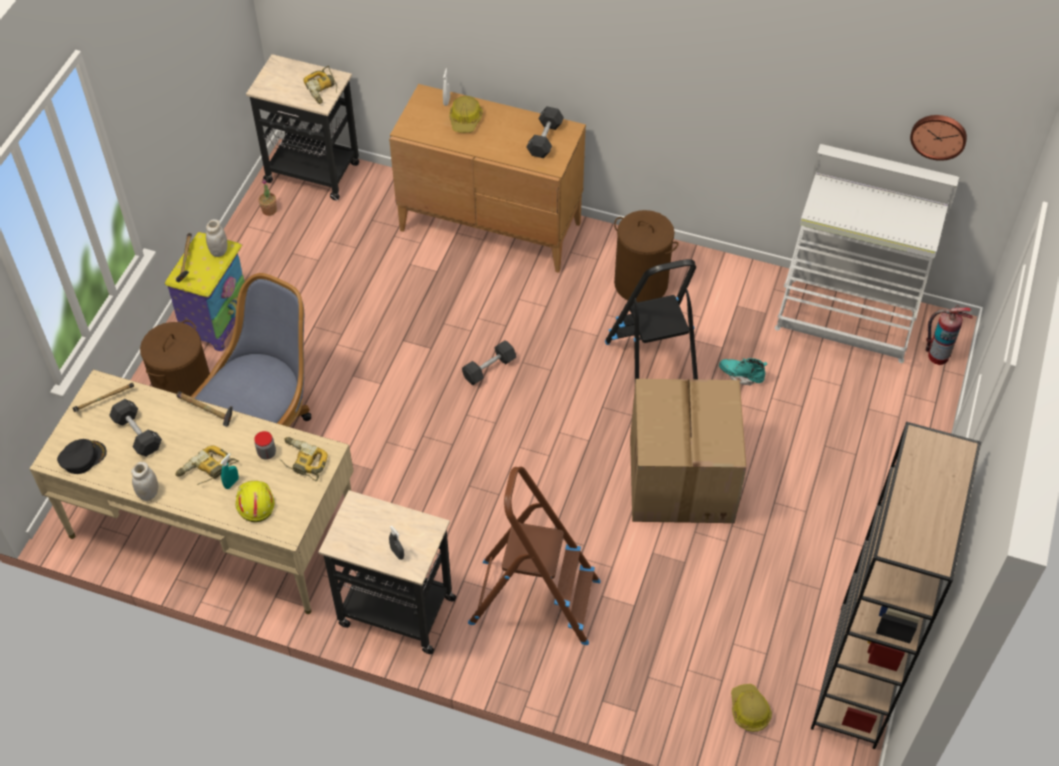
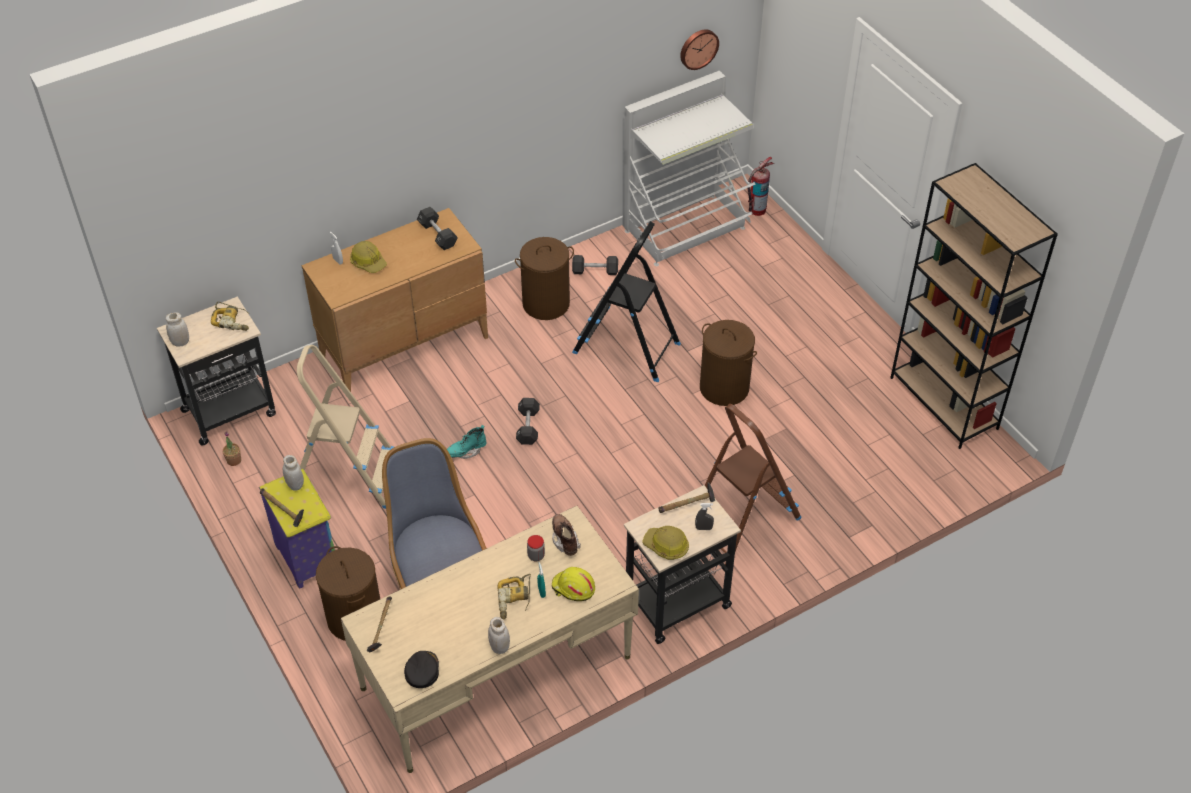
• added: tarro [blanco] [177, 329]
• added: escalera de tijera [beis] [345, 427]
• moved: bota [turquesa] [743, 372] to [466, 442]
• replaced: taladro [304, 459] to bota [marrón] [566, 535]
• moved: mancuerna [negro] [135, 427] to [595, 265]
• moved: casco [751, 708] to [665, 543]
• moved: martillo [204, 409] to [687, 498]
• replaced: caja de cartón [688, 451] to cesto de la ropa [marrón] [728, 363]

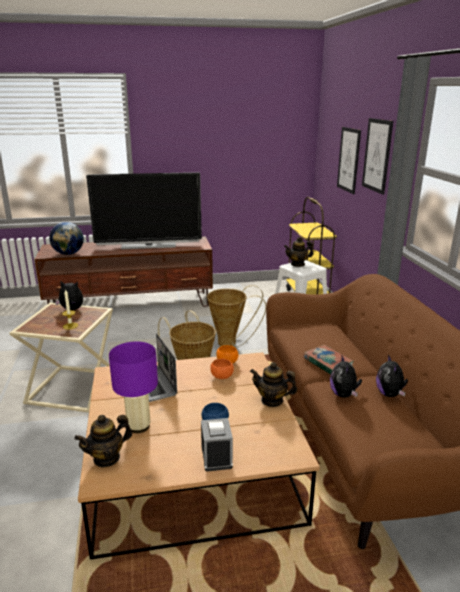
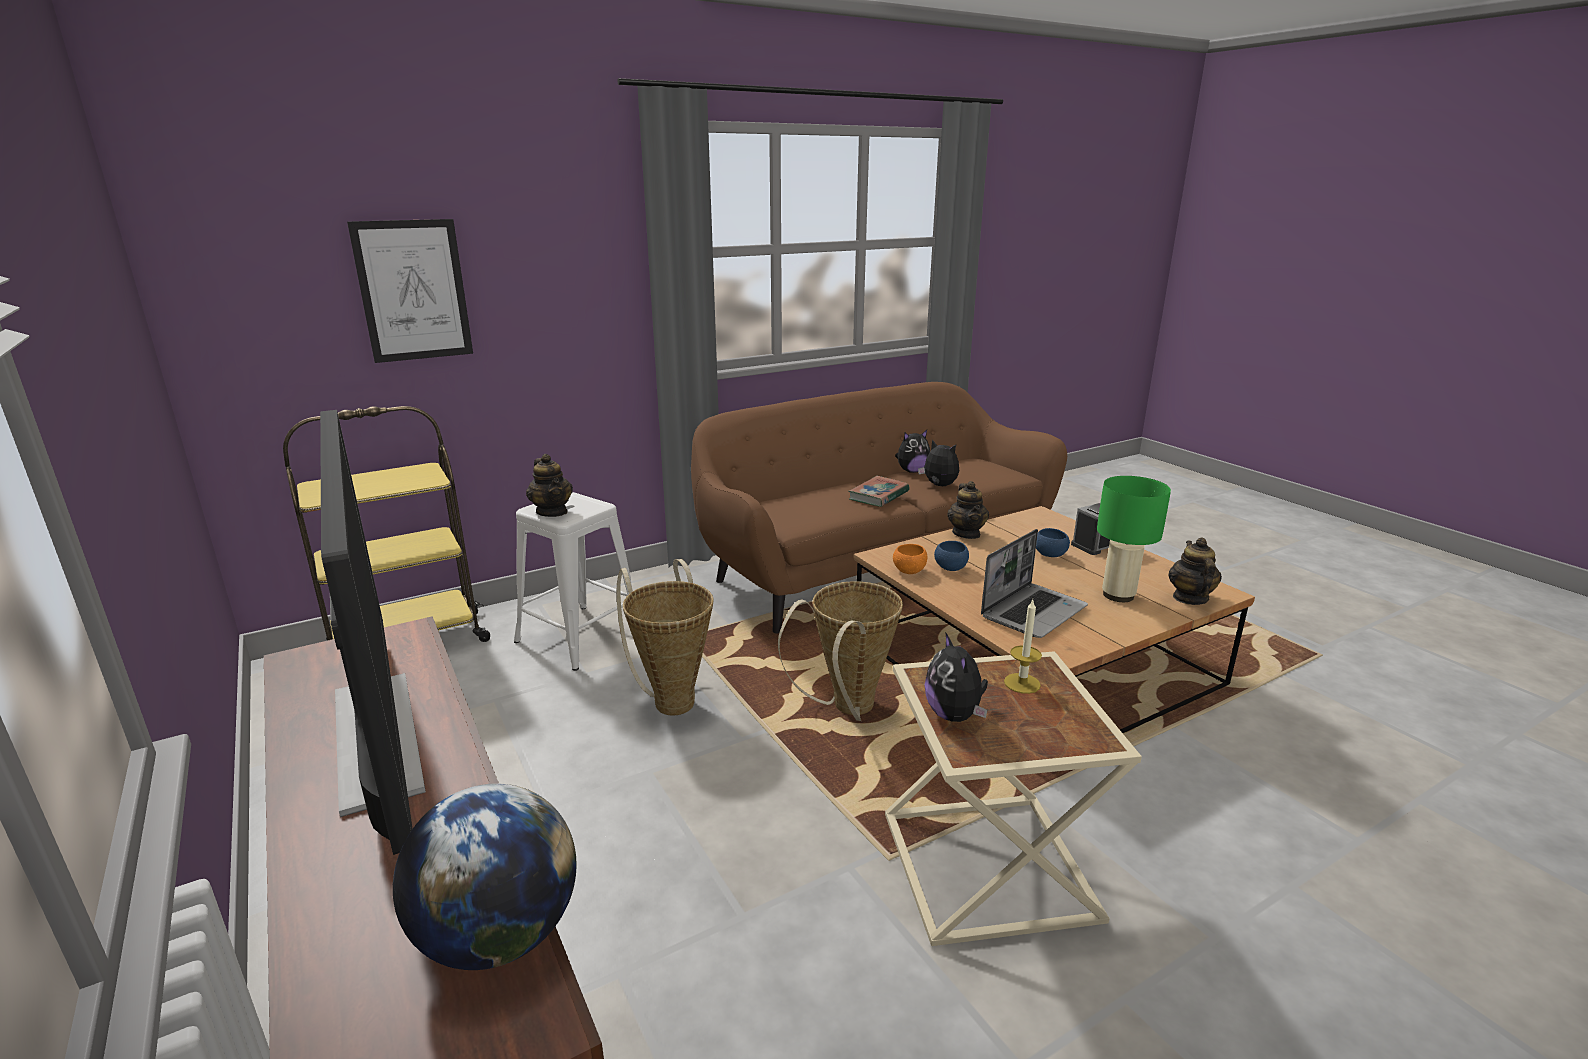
• turned: peluche [346, 376] = [938, 462] 120 degrees counterclockwise
• recoloured: cuenco [naranja] [222, 369] to cuenco [azul] [951, 556]
• recoloured: lámpara de mesa [morado] [133, 387] to lámpara de mesa [verde] [1134, 539]
• turned: tetera [103, 441] = [1195, 571] 120 degrees counterclockwise
• removed: cuadro [377, 156]

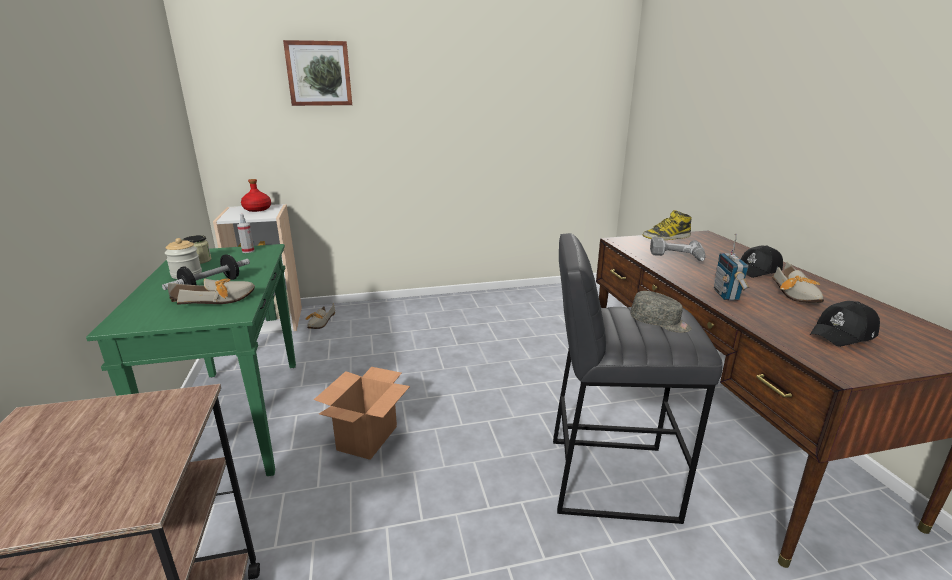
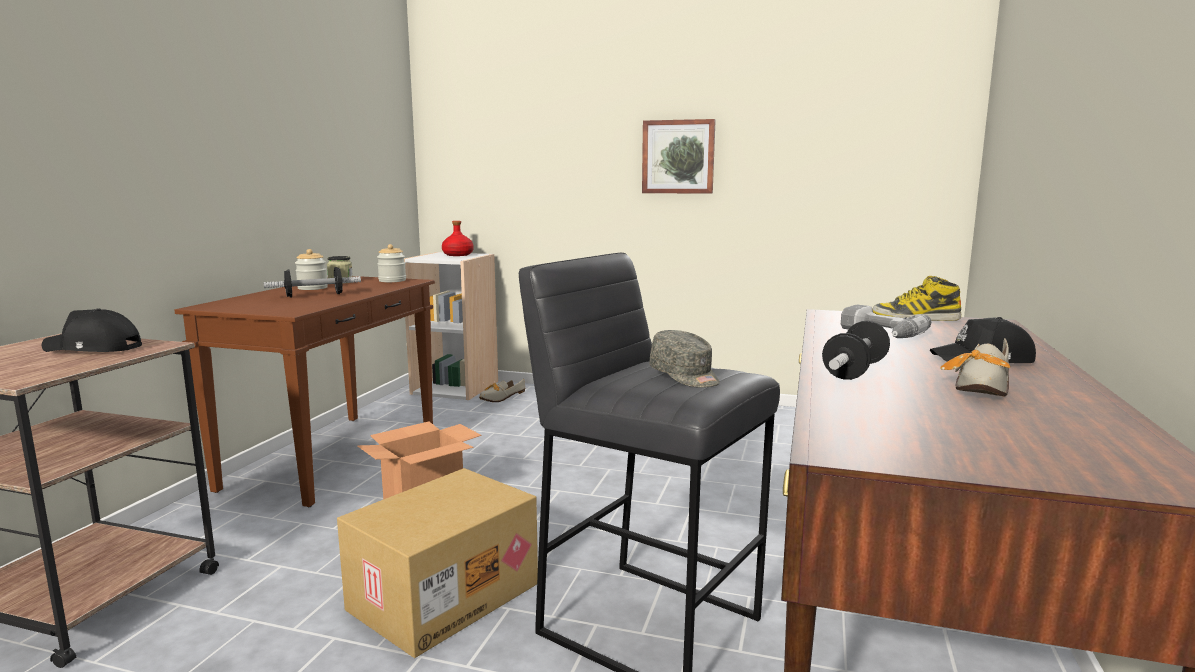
• moved: gorra [negro] [845, 324] to [92, 330]
• recoloured: mesa consola [verde] [191, 360] to mesa consola [marrón] [304, 391]
• added: caja de cartón [437, 563]
• replaced: pulverizador [246, 233] to tarro [391, 263]
• moved: cuadro [317, 73] to [679, 156]
• replaced: radio [731, 267] to mancuerna [856, 350]
• removed: zapato [211, 291]

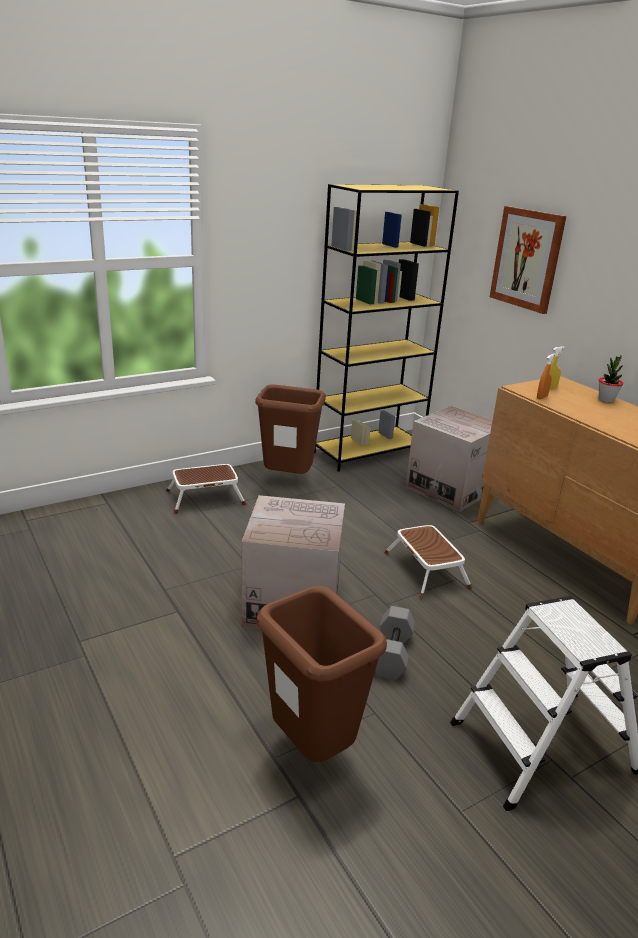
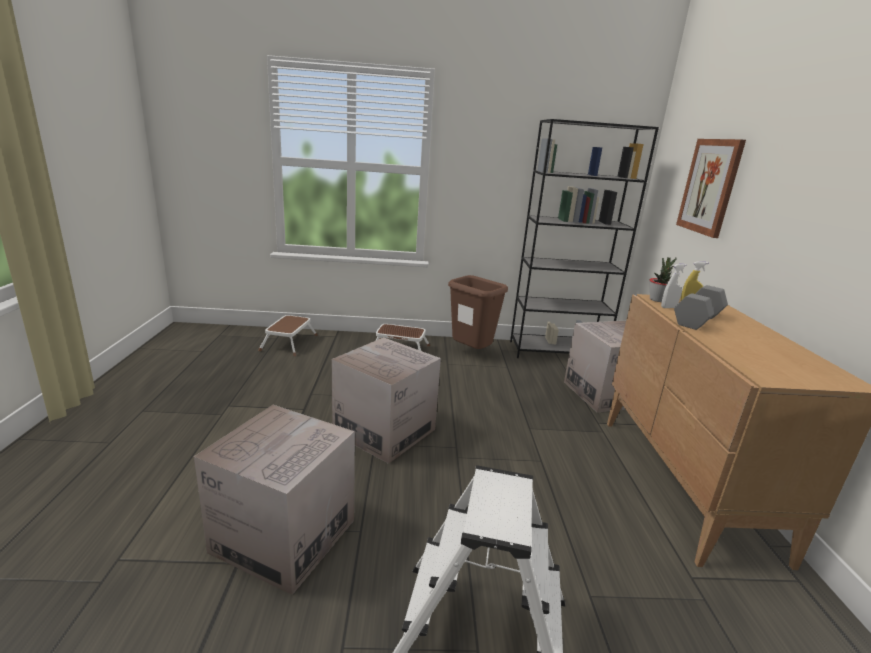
• replaced: papelera [marrón] [321, 674] to caja de cartón [274, 500]
• moved: escalera de tijera [marrón] [428, 562] to [288, 335]
• recoloured: estantería [amarillo] [386, 328] to estantería [gris] [584, 238]
• moved: planta en maceta [611, 379] to [663, 279]
• recoloured: pulverizador [naranja] [546, 376] to pulverizador [blanco] [674, 286]
• moved: mancuerna [gris] [395, 643] to [701, 307]

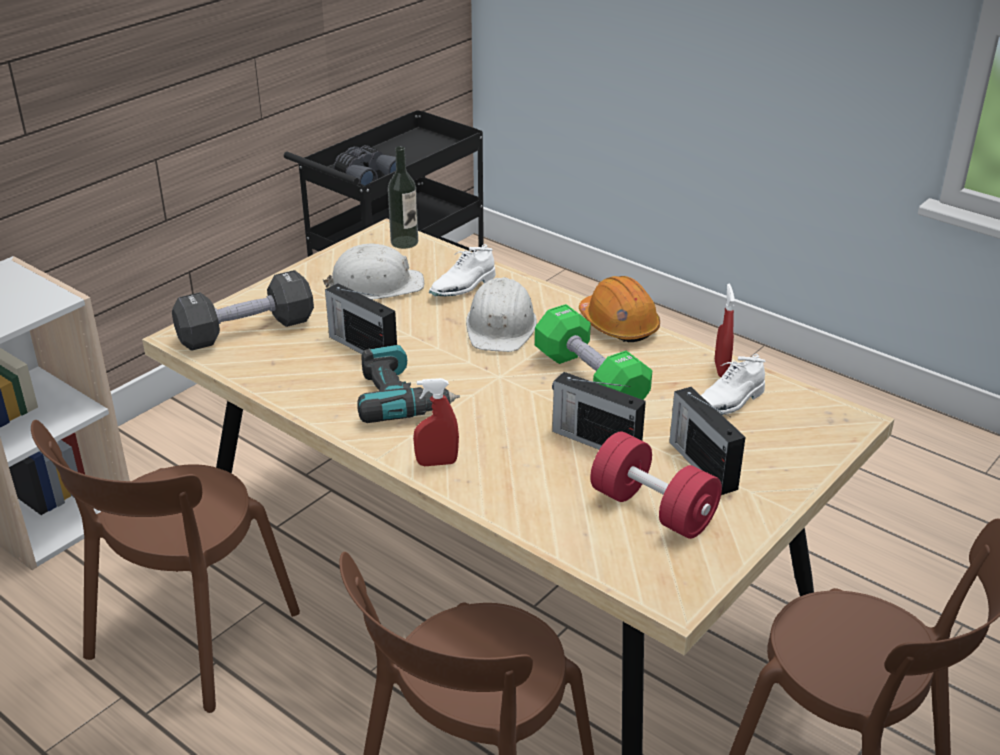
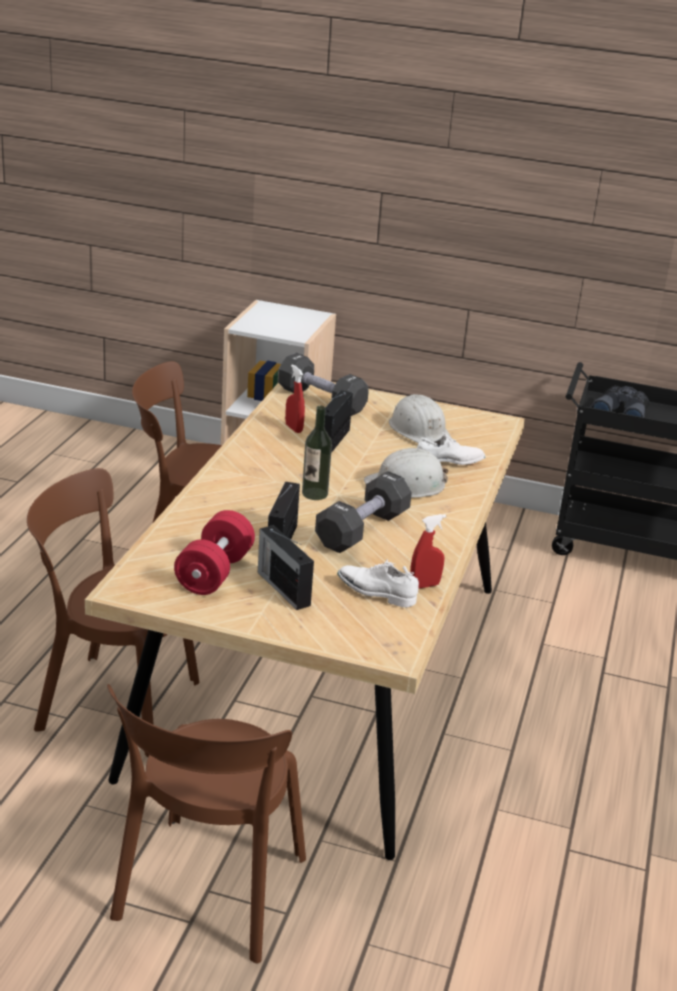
• turned: radio [707, 441] = [286, 567] 75 degrees counterclockwise
• moved: pulverizador [rojo] [436, 422] to [295, 398]
• moved: botella [403, 197] to [317, 453]
• recoloured: mancuerna [verde] [593, 352] to mancuerna [negro] [363, 512]
• turned: zapato [blanco] [462, 270] = [451, 448] 150 degrees clockwise
• removed: taladro [408, 384]
• removed: casco [naranja] [619, 309]

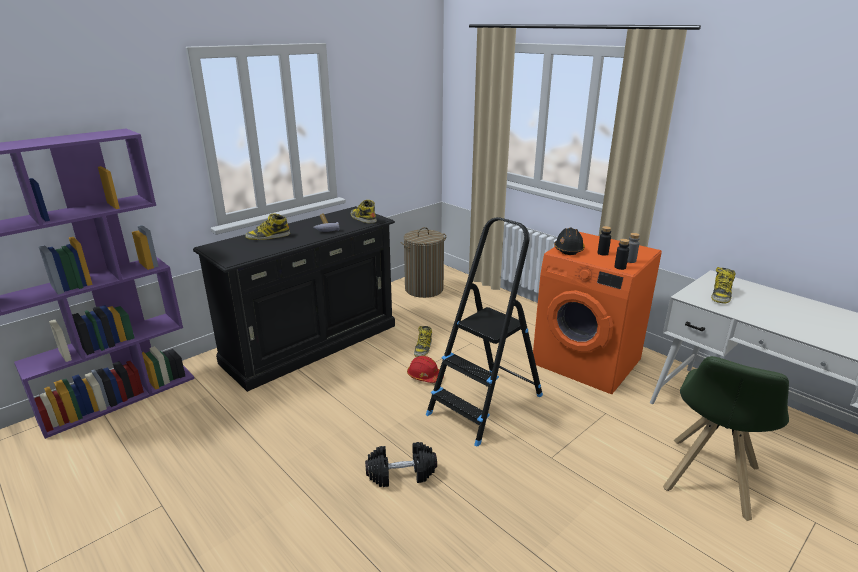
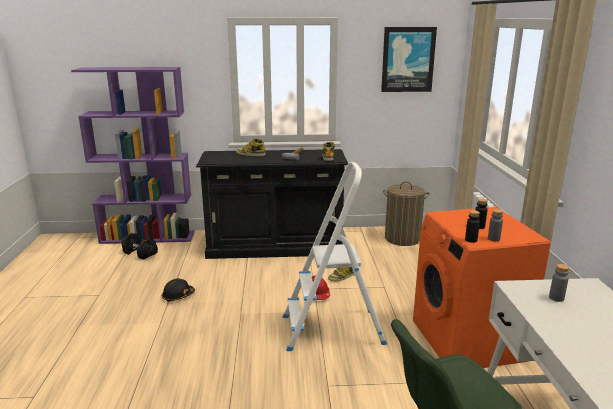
• moved: mancuerna [negro] [401, 464] to [139, 246]
• moved: casco [negro] [569, 241] to [178, 290]
• recoloured: escalera de tijera [negro] [484, 332] to escalera de tijera [blanco] [335, 256]
• added: cuadro [409, 59]
• replaced: bota [723, 285] to botella [gris] [559, 283]

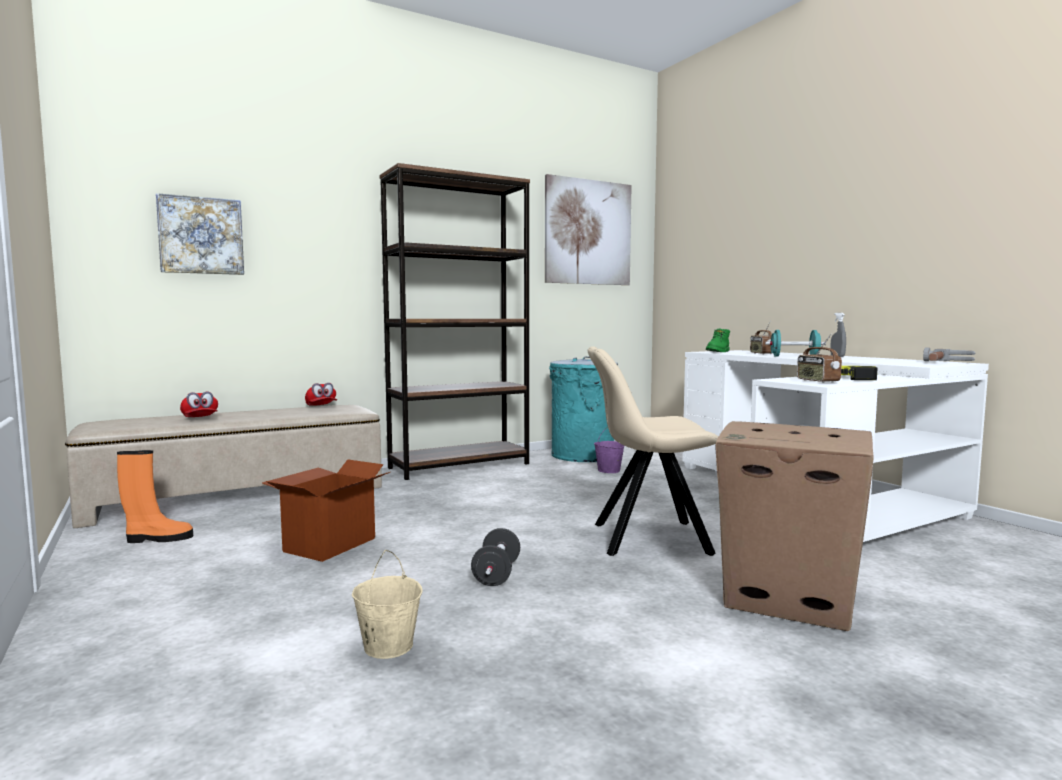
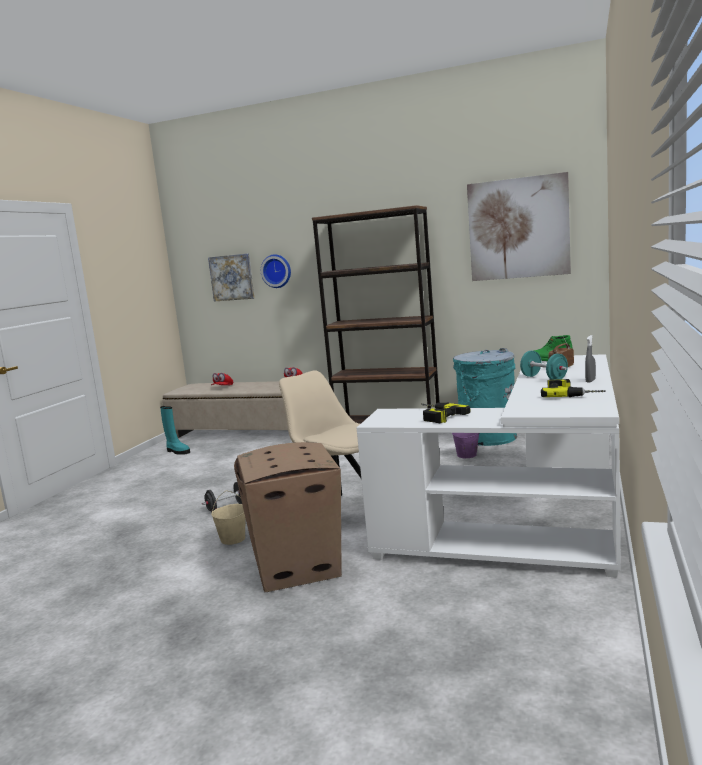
• recoloured: bota [naranja] [155, 496] to bota [turquesa] [175, 430]
• moved: cubo [beis] [387, 604] to [228, 518]
• added: reloj de pared [276, 271]
• added: taladro [573, 388]
• removed: caja de cartón [326, 510]
• removed: radio [819, 358]
• removed: martillo [949, 354]

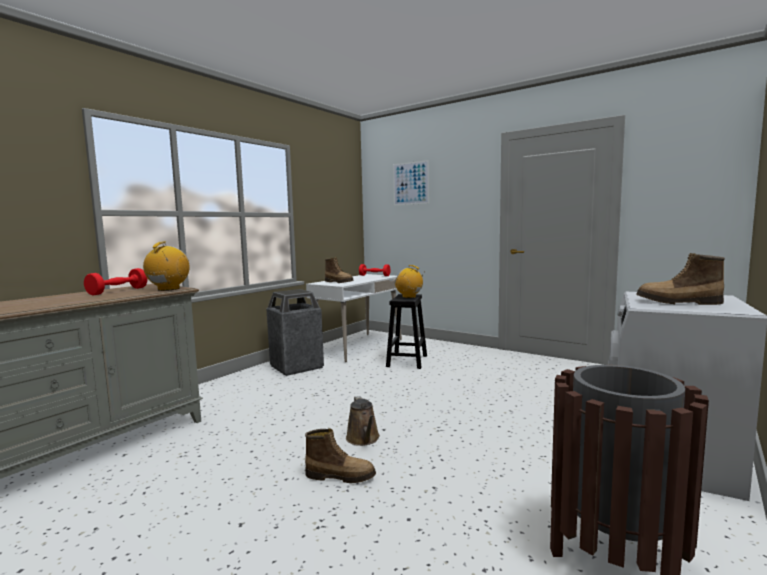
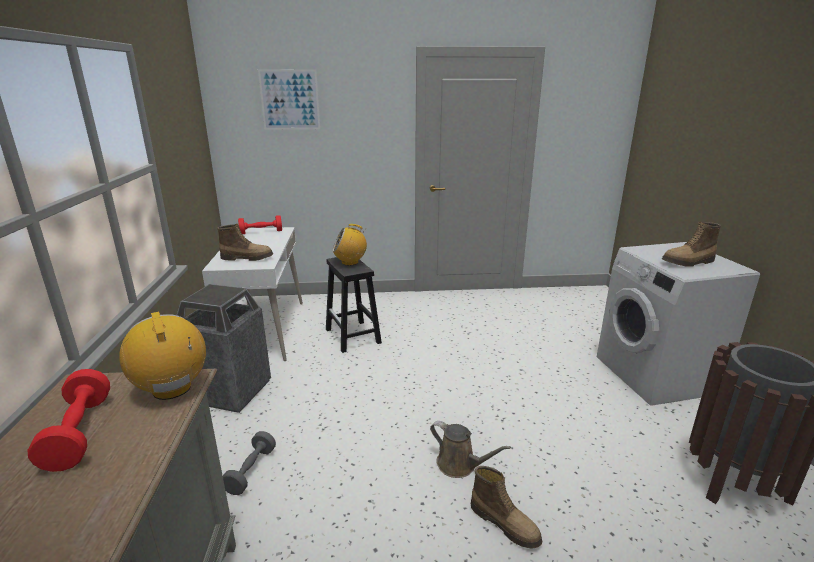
• added: mancuerna [gris] [249, 463]
• turned: bota [340, 455] = [506, 507] 75 degrees clockwise

